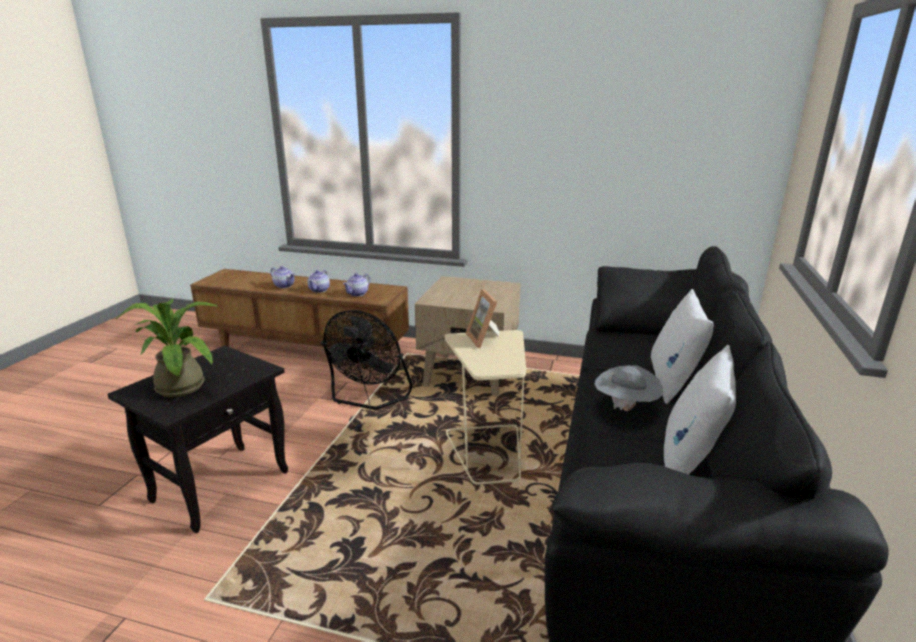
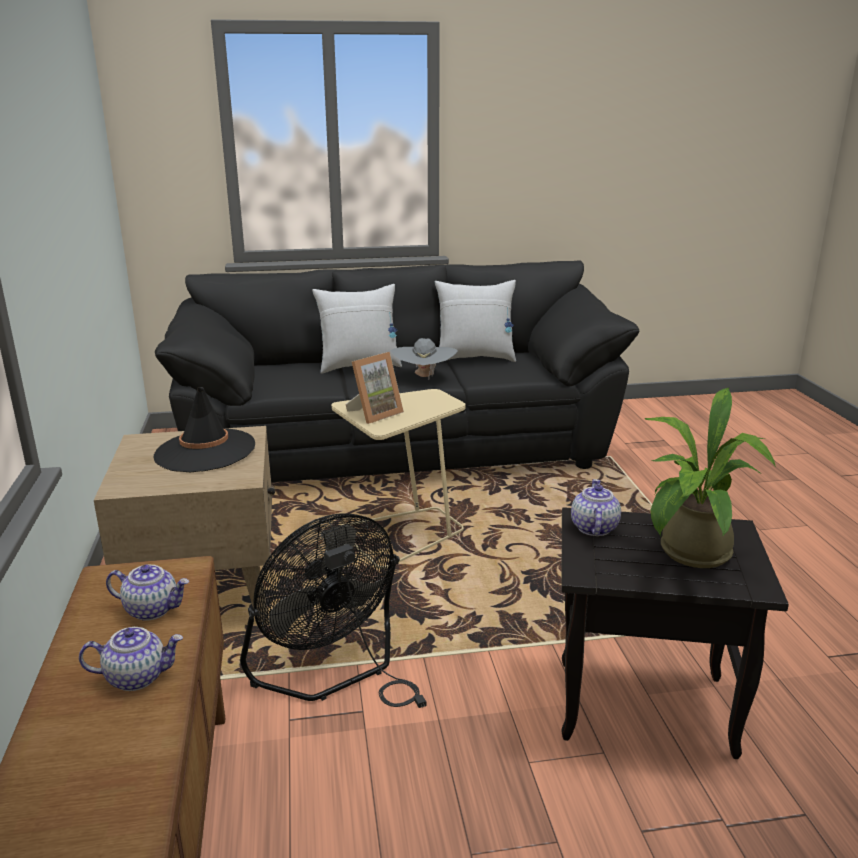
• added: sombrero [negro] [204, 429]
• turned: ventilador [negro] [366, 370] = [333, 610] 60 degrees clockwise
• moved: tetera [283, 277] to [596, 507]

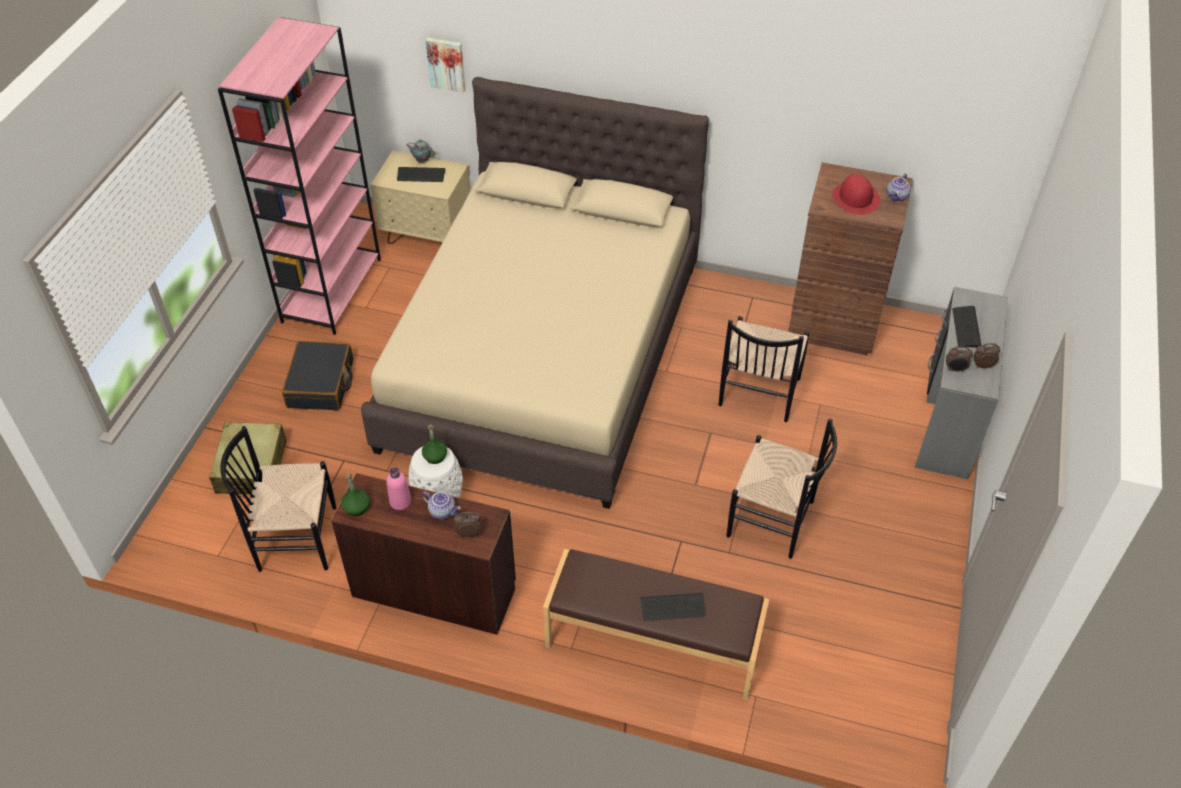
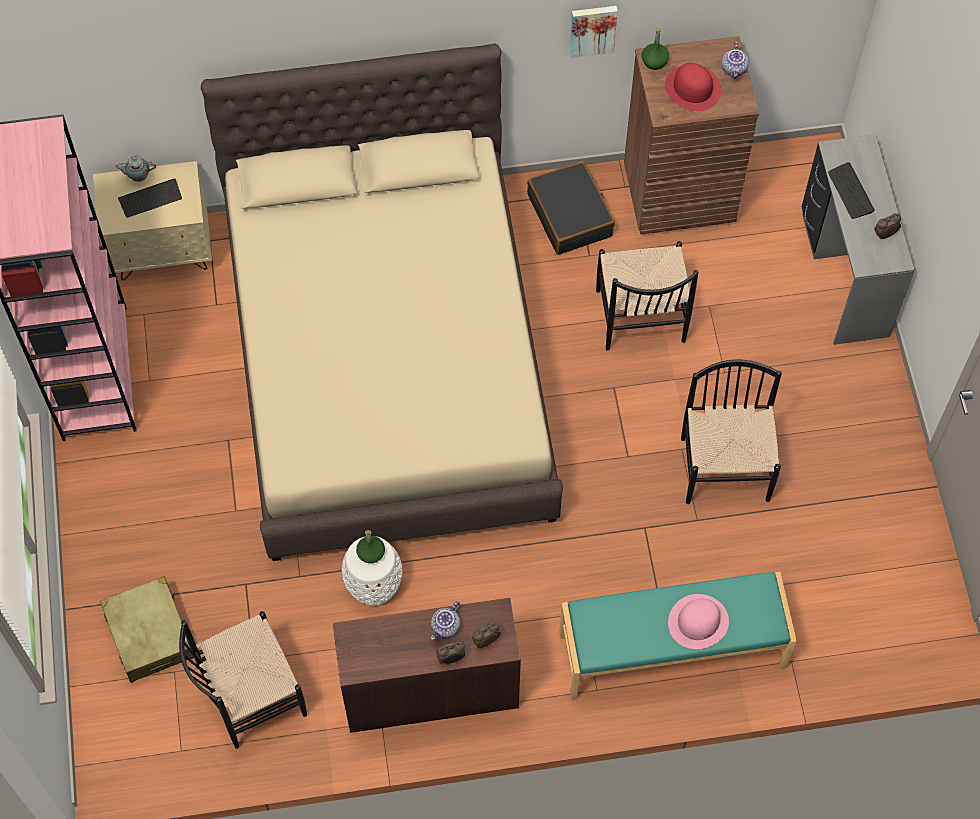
• turned: tetera [441, 506] = [445, 620] 120 degrees clockwise
• moved: despertador [959, 359] to [450, 653]
• moved: maleta [negro] [317, 376] to [571, 208]
• recoloured: banco [marrón] [656, 624] to banco [turquesa] [678, 636]
• moved: cuadro [445, 65] to [594, 32]
• moved: botella [verde] [355, 494] to [655, 49]
• replaced: teclado [672, 607] to sombrero [rosa] [698, 621]
• turned: silla [negro] [782, 489] = [731, 432] 90 degrees counterclockwise
• removed: botella [rosa] [398, 488]

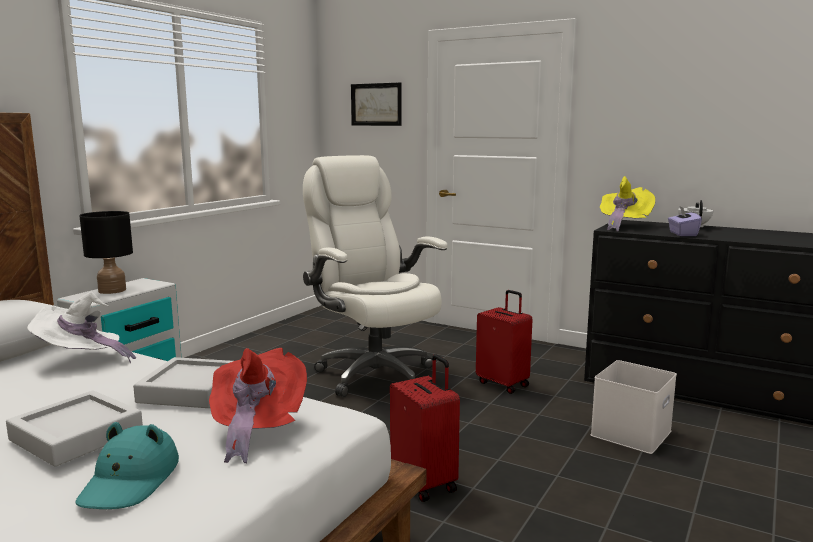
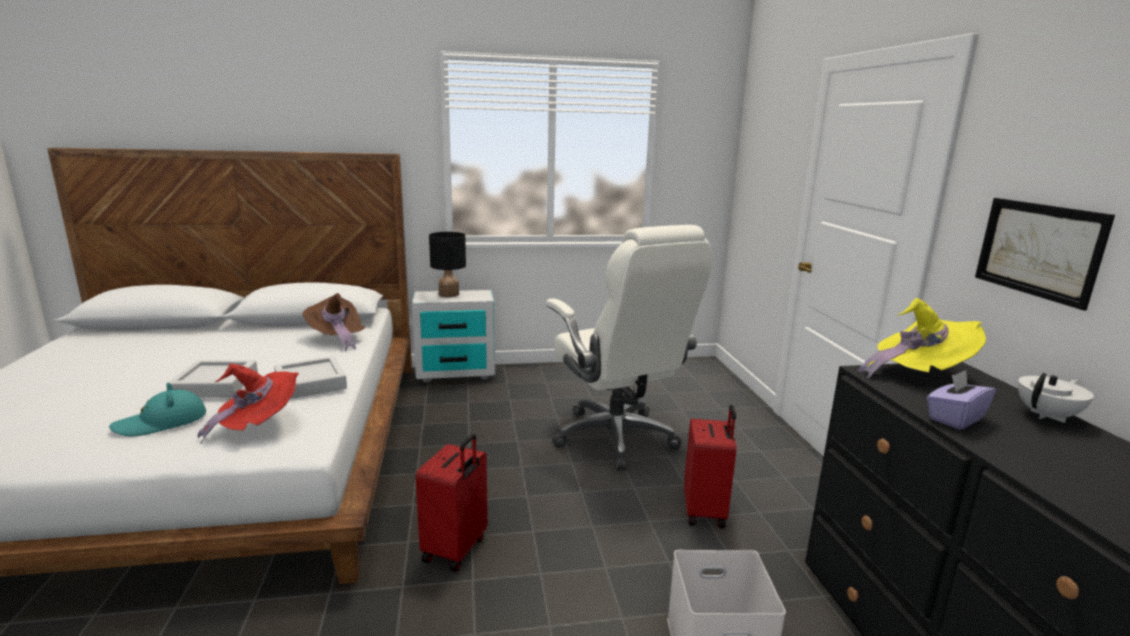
• recoloured: sombrero [blanco] [81, 327] to sombrero [marrón] [334, 322]
• turned: silla de oficina [blanco] [375, 276] = [629, 348] 135 degrees clockwise
• moved: cuadro [376, 104] to [1045, 254]

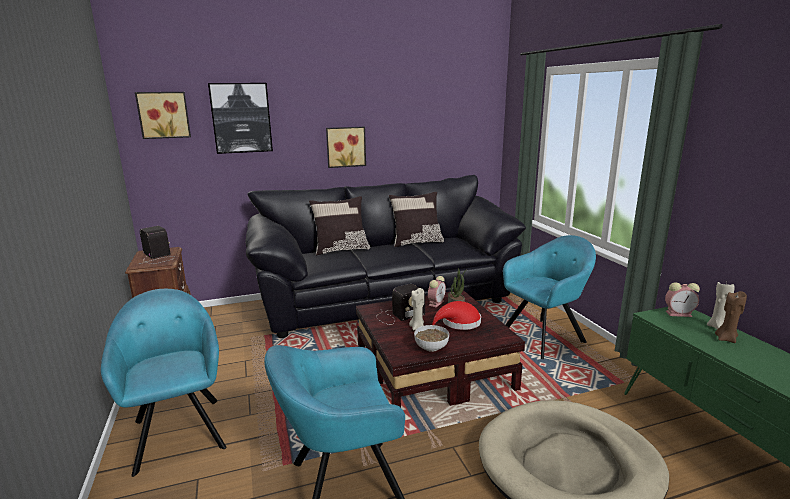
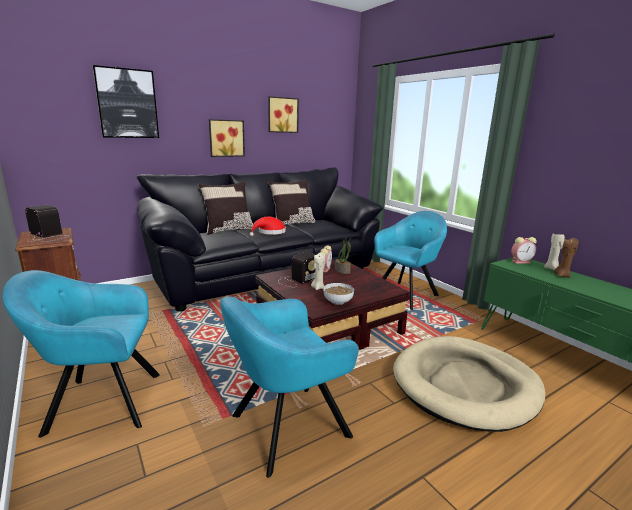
• turned: sillón [turquesa] [164, 383] = [81, 354] 60 degrees counterclockwise
• moved: sombrero [rojo] [456, 315] to [267, 226]
• moved: cuadro [163, 115] to [283, 114]

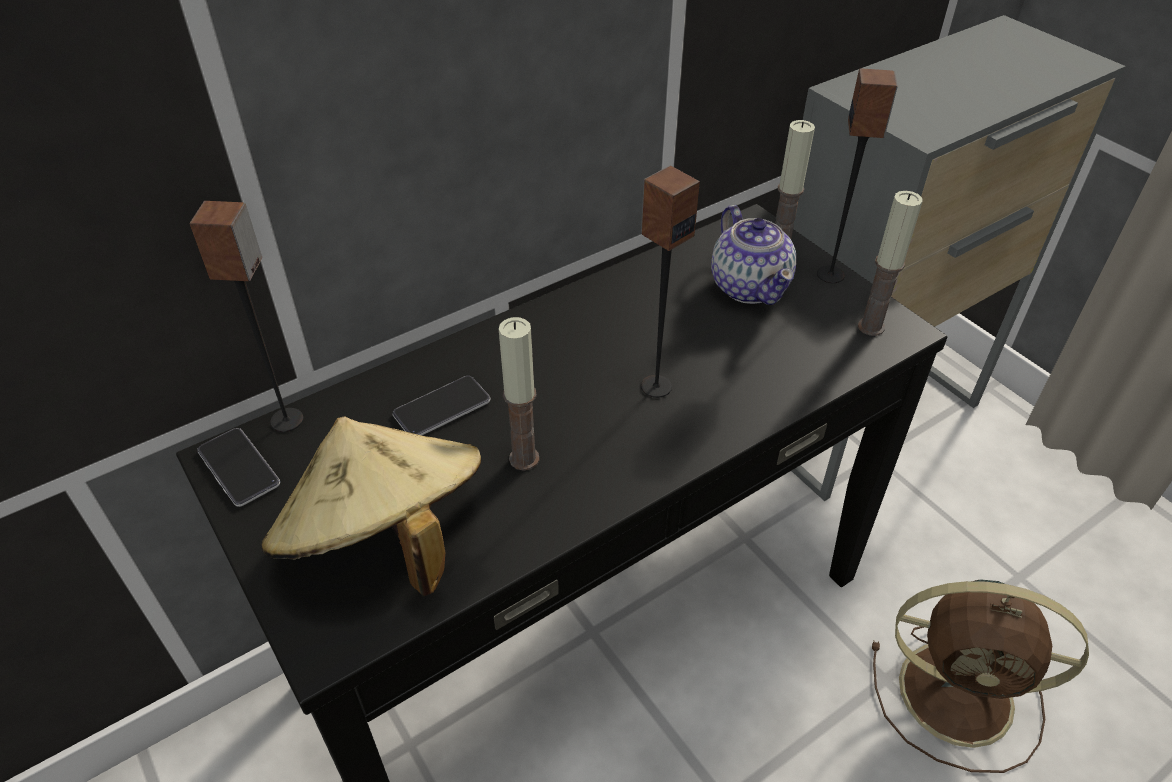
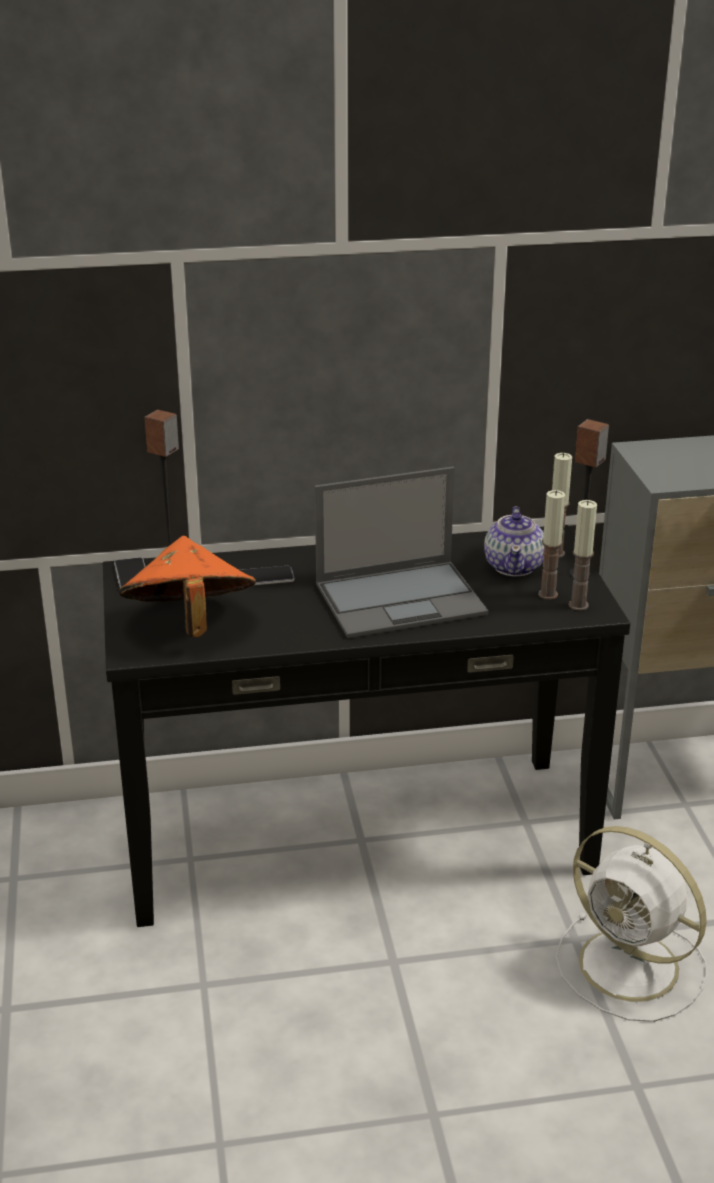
• recoloured: sombrero [beis] [371, 506] to sombrero [naranja] [187, 586]
• replaced: altavoz [670, 282] to portátil [402, 552]
• moved: vela [519, 394] to [551, 545]
• recoloured: ventilador [marrón] [980, 676] to ventilador [blanco] [631, 924]

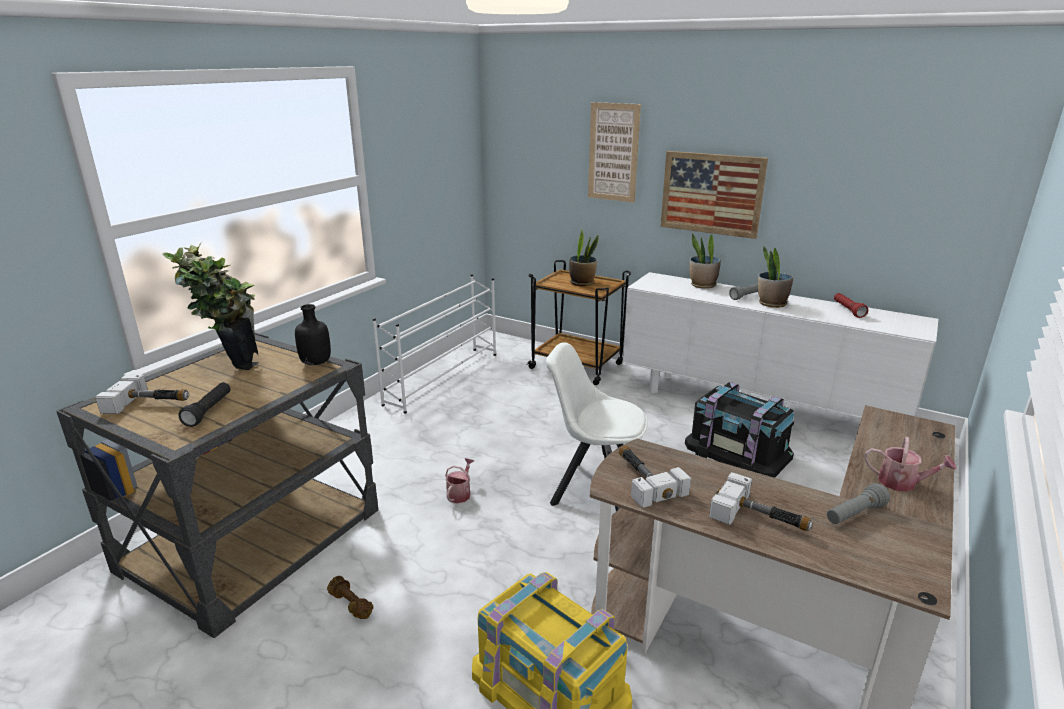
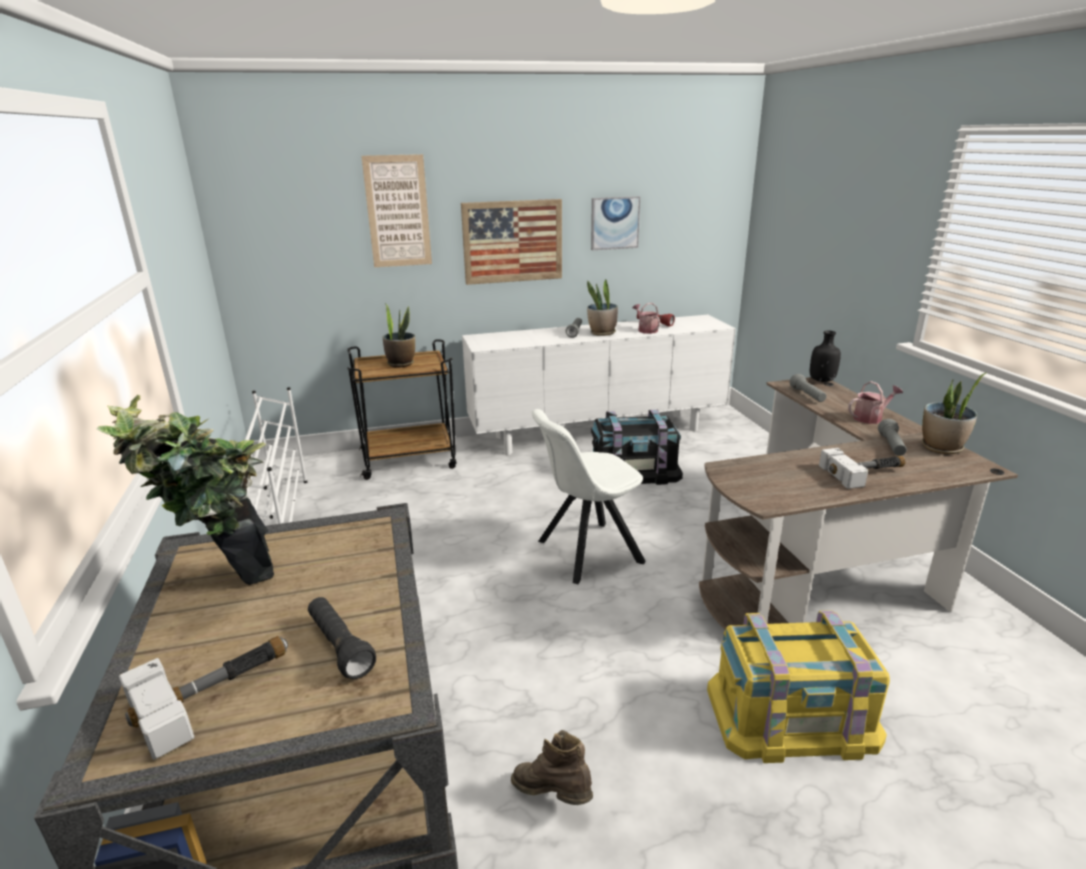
• replaced: mancuerna [marrón] [350, 597] to bota [marrón] [552, 767]
• added: cuadro [615, 223]
• moved: regadera [459, 480] to [646, 318]
• added: linterna [gris] [808, 388]
• moved: botella [negro] [313, 334] to [825, 356]
• moved: planta en maceta [705, 261] to [954, 413]
• removed: martillo [655, 477]

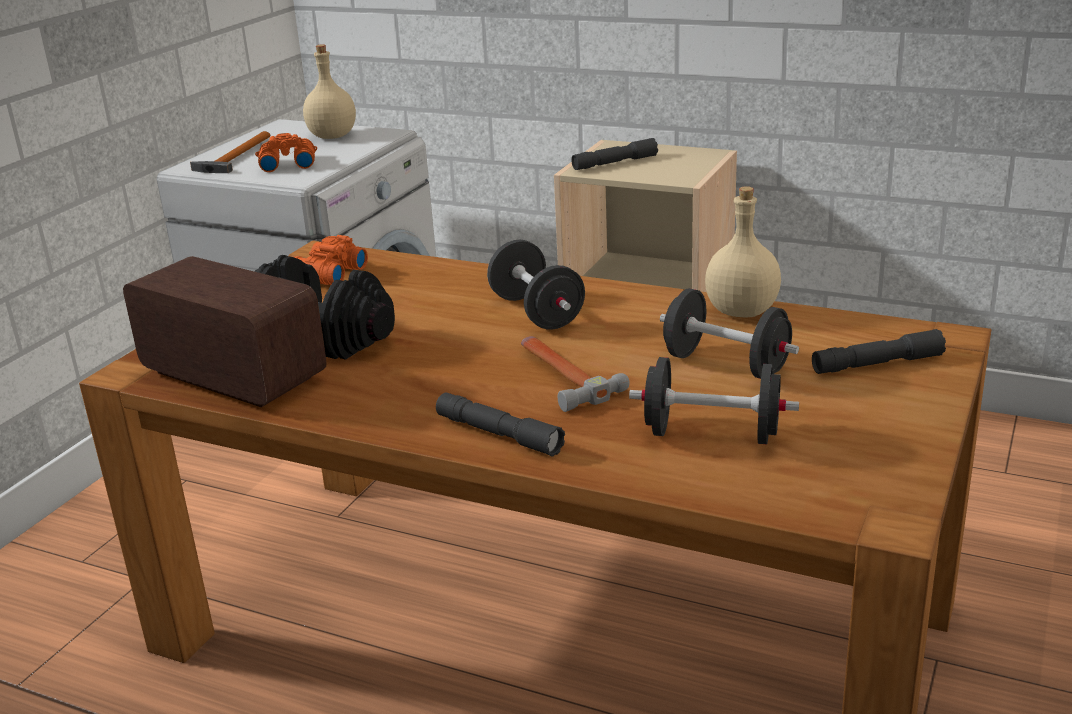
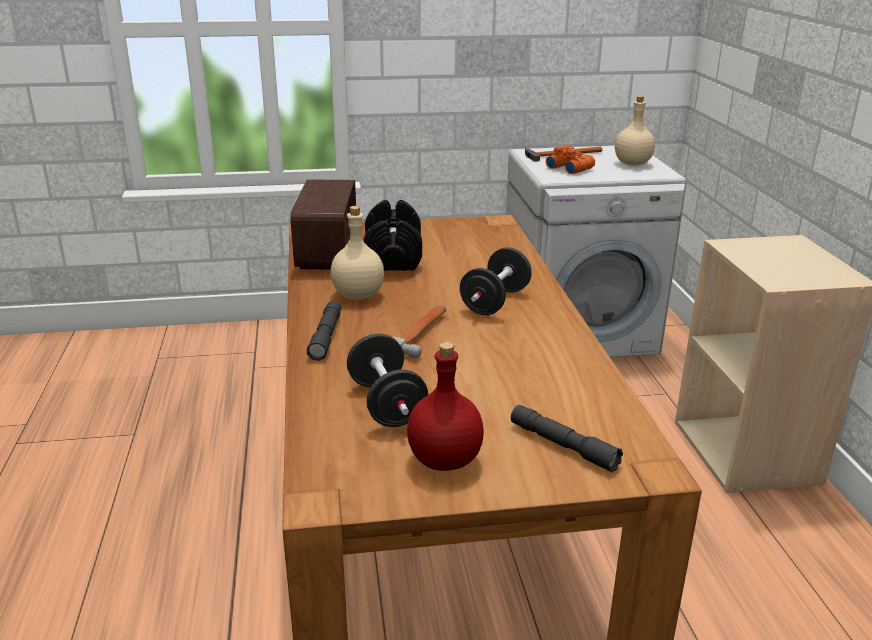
• moved: botella [beis] [743, 252] to [357, 253]
• added: botella [rojo] [445, 406]
• removed: prismáticos [naranja] [331, 260]
• removed: linterna [gris] [614, 154]
• removed: mancuerna [negro] [729, 333]

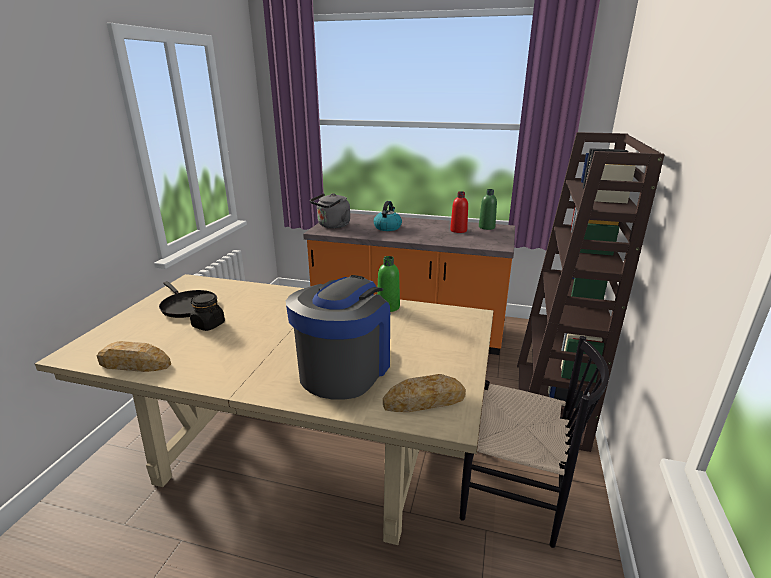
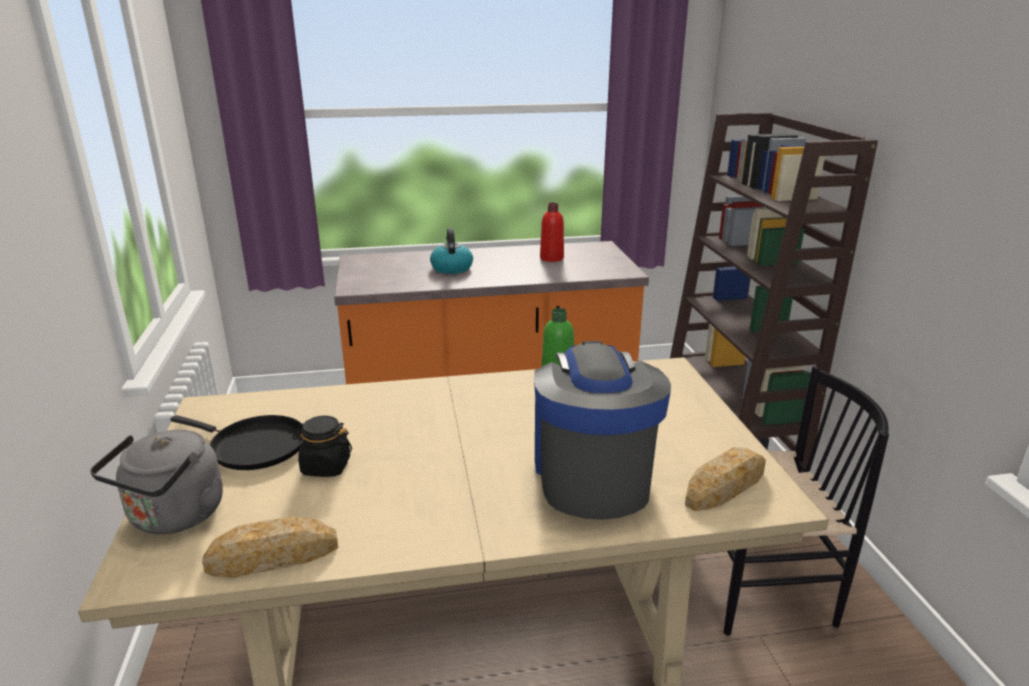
• moved: hervidor [gris] [330, 210] to [156, 482]
• removed: botella [verde] [488, 209]

